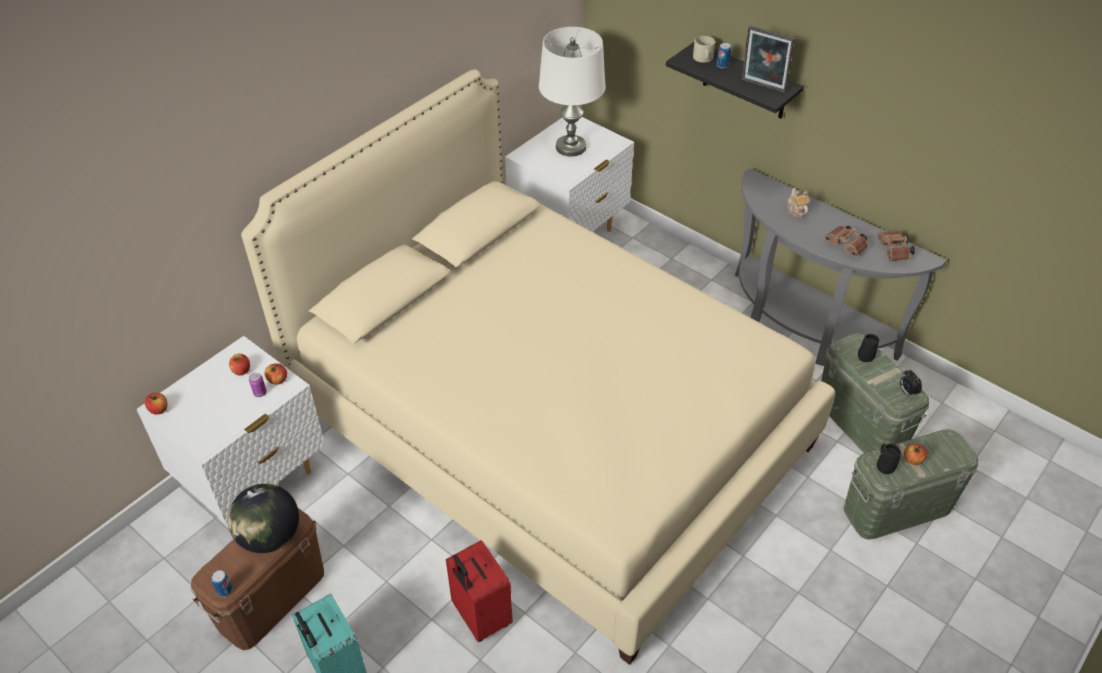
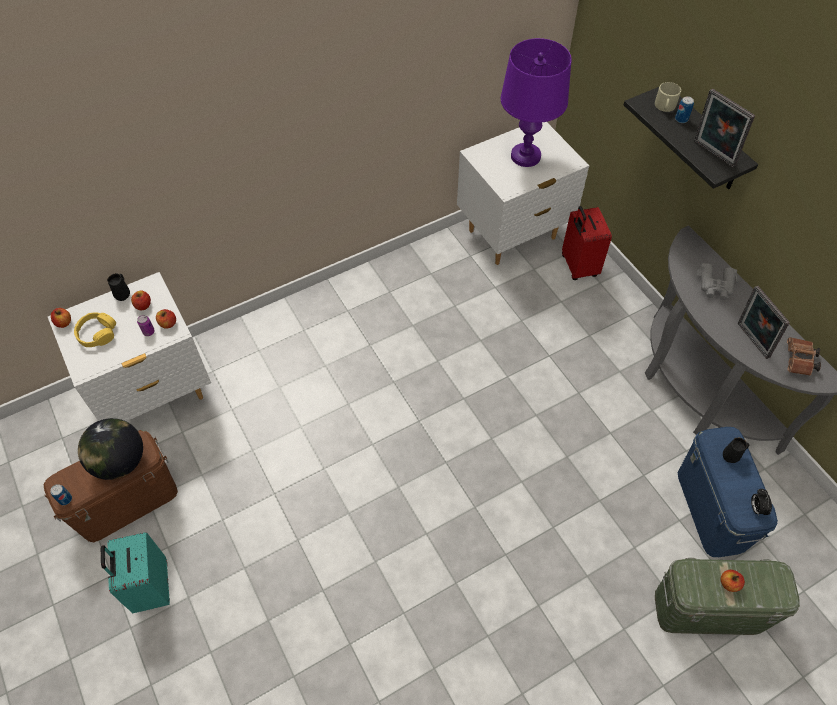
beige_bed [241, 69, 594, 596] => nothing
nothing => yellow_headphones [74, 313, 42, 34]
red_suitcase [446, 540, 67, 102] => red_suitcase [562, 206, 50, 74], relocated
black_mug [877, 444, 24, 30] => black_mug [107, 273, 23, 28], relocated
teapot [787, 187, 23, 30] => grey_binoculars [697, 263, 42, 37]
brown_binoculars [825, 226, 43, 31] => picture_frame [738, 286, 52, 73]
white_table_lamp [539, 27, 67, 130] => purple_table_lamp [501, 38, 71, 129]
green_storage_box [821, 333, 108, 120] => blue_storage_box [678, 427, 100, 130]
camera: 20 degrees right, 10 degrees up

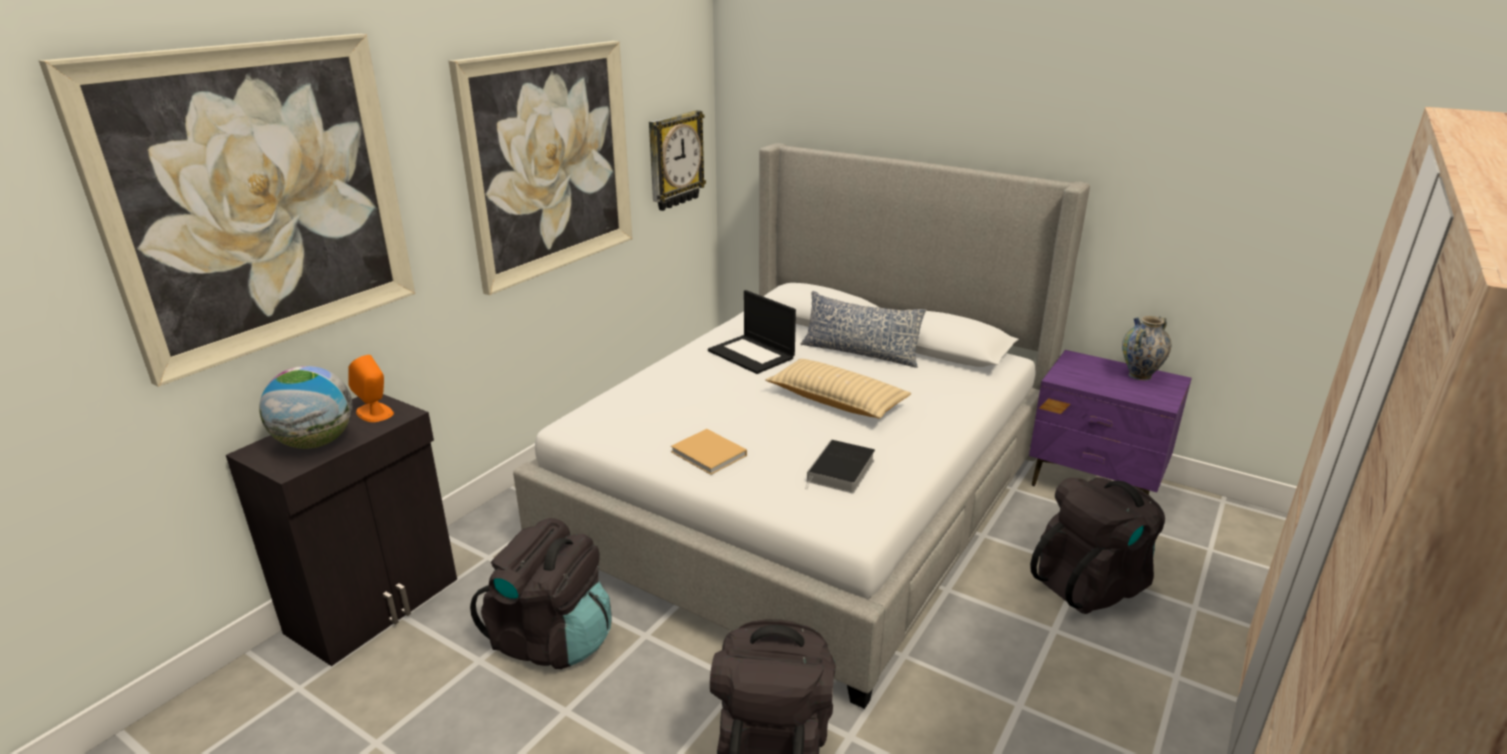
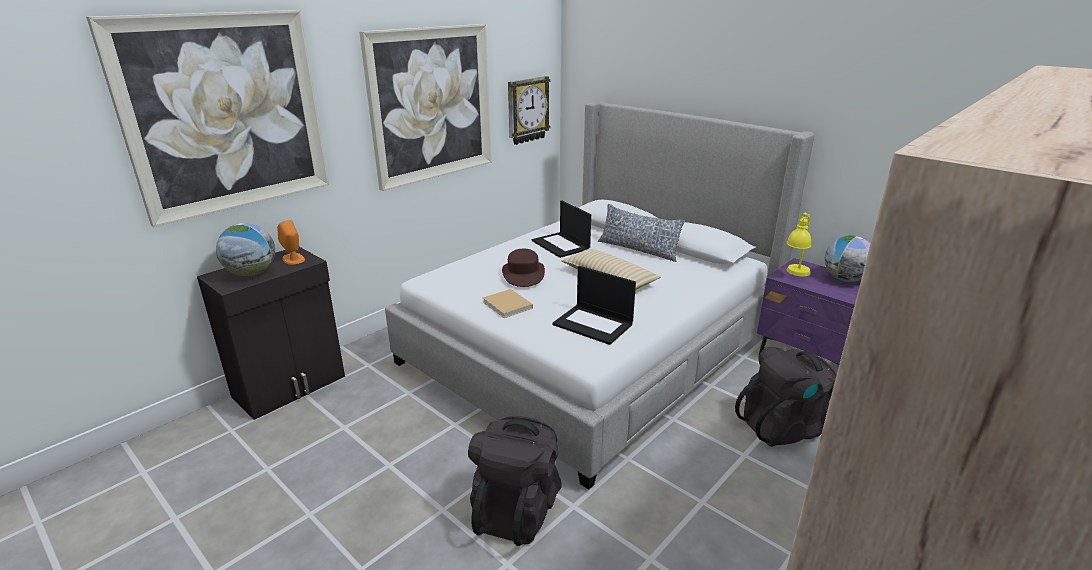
black_backpack [470, 518, 142, 151] => nothing
nothing => brown_hat [502, 249, 43, 38]
nothing => yellow_table_lamp [786, 213, 25, 63]
book [805, 440, 70, 53] => laptop [552, 266, 84, 79]
vase [1122, 316, 49, 64] => globe [825, 235, 46, 47]
camera: 10 degrees right, 0 degrees up

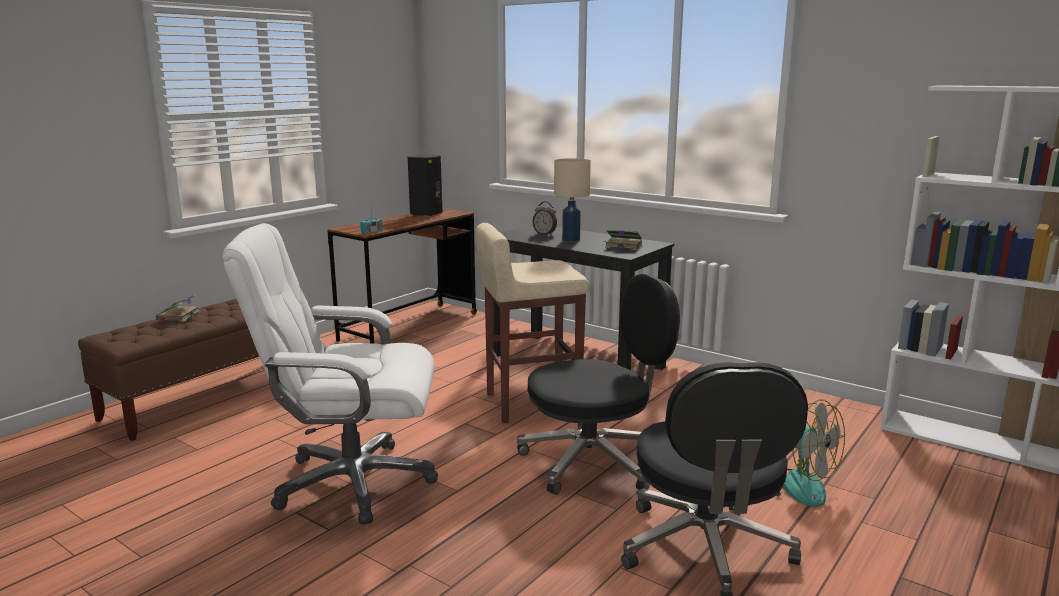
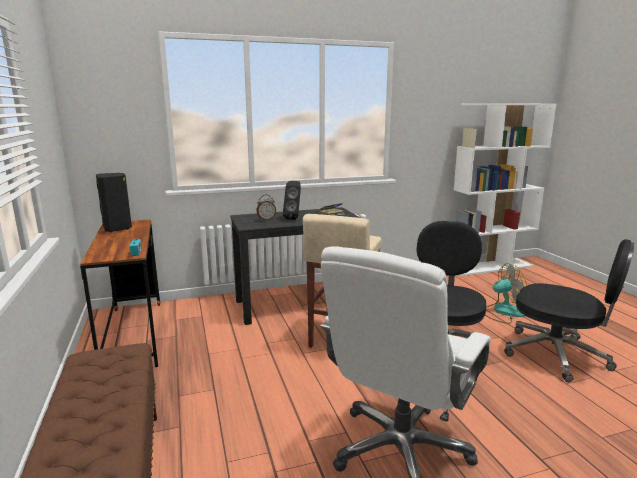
book [156, 294, 45, 28] => nothing
beige_table_lamp [554, 158, 37, 84] => black_speaker [283, 181, 18, 39]
camera: 55 degrees left, 0 degrees up

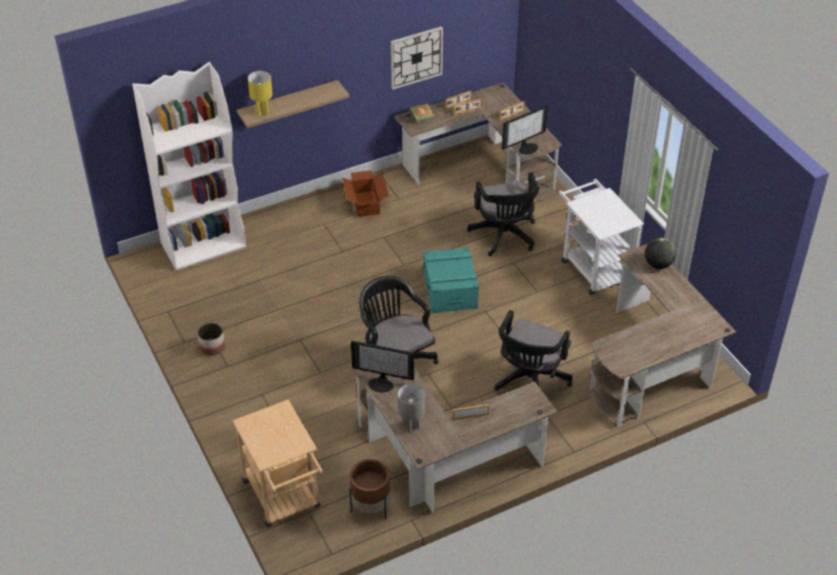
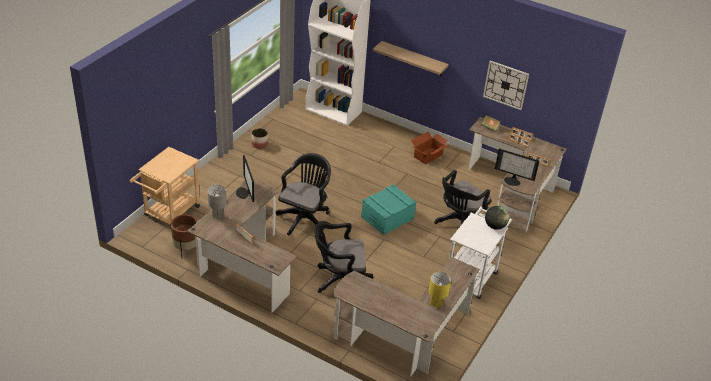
yellow_table_lamp [248, 71, 25, 45] => yellow_table_lamp [429, 272, 22, 38], relocated
globe [645, 238, 31, 31] => globe [485, 206, 24, 24], relocated
camera: 55 degrees right, 5 degrees down

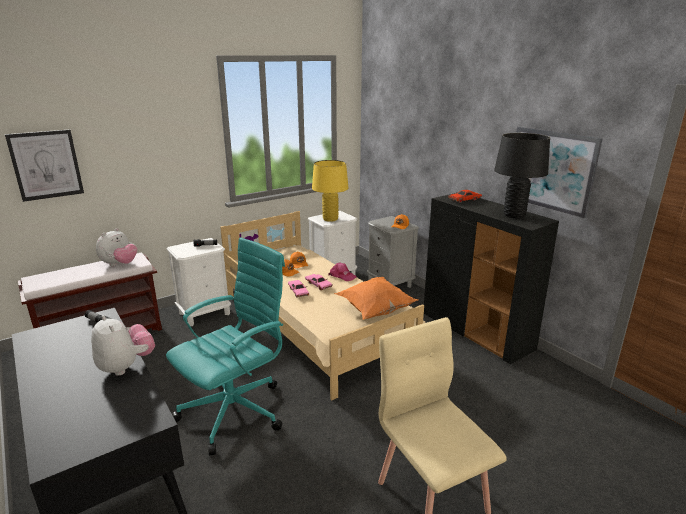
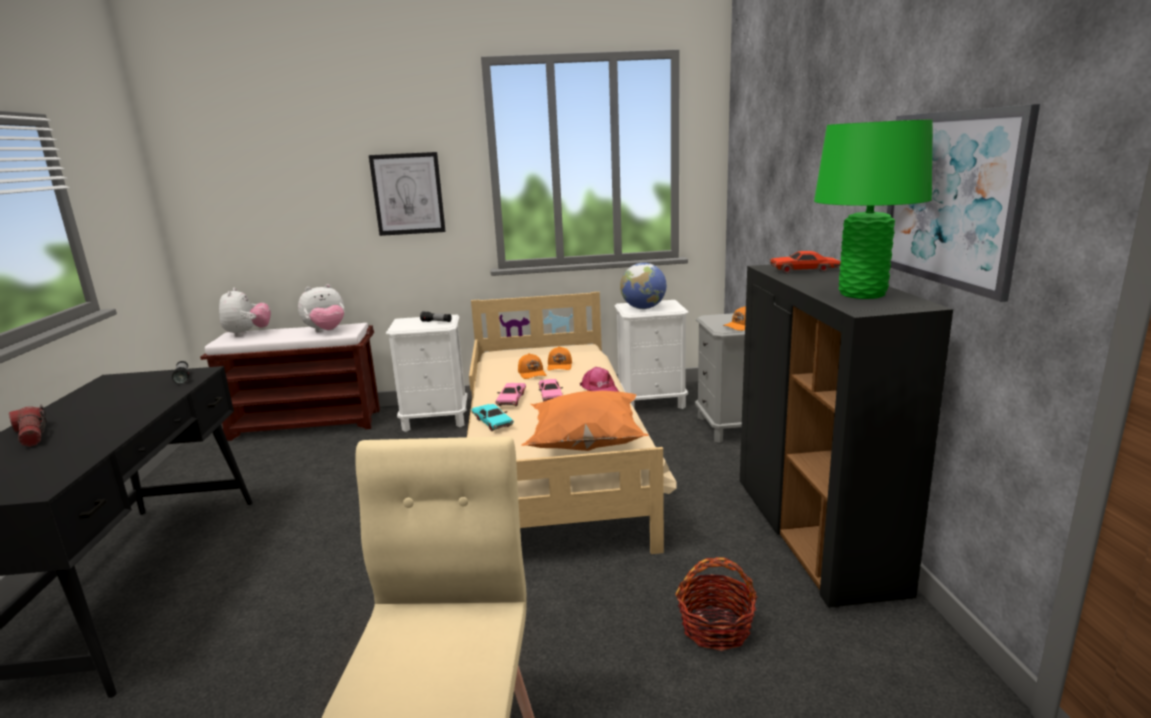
turquoise_office_chair [166, 237, 119, 218] => nothing
nothing => flashlight [9, 405, 38, 42]
nothing => turquoise_toy_car [472, 404, 42, 27]
nothing => basket [675, 557, 82, 94]
picture [5, 129, 79, 73] => picture [369, 152, 77, 84], relocated
plush_toy [91, 315, 64, 61] => plush_toy [219, 288, 52, 49], relocated
yellow_table_lamp [312, 160, 36, 62] => globe [620, 263, 47, 46]
black_table_lamp [494, 133, 56, 85] => green_table_lamp [814, 119, 119, 180]
camera: 30 degrees right, 5 degrees down

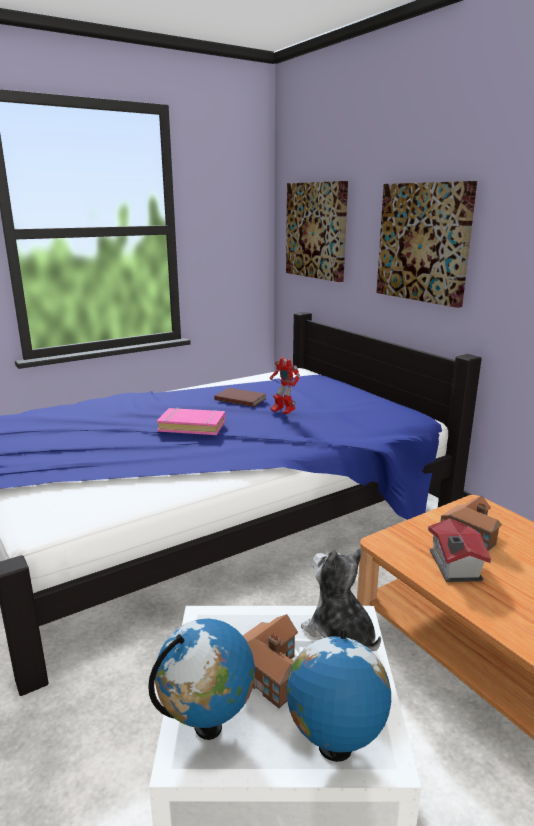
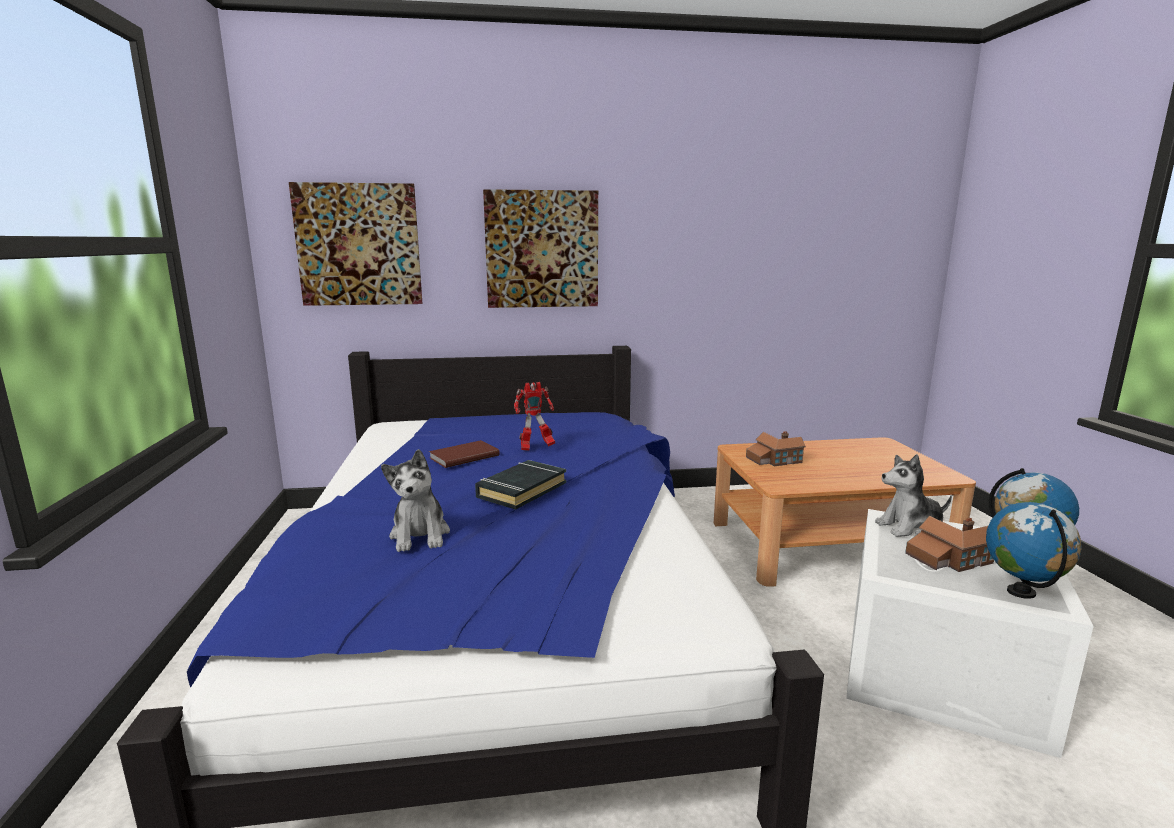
toy_house [428, 518, 63, 64] => nothing
nothing => plush_toy [381, 449, 69, 103]
pink_book [157, 408, 68, 27] => black_book [475, 460, 91, 50]
camera: 65 degrees left, 5 degrees down

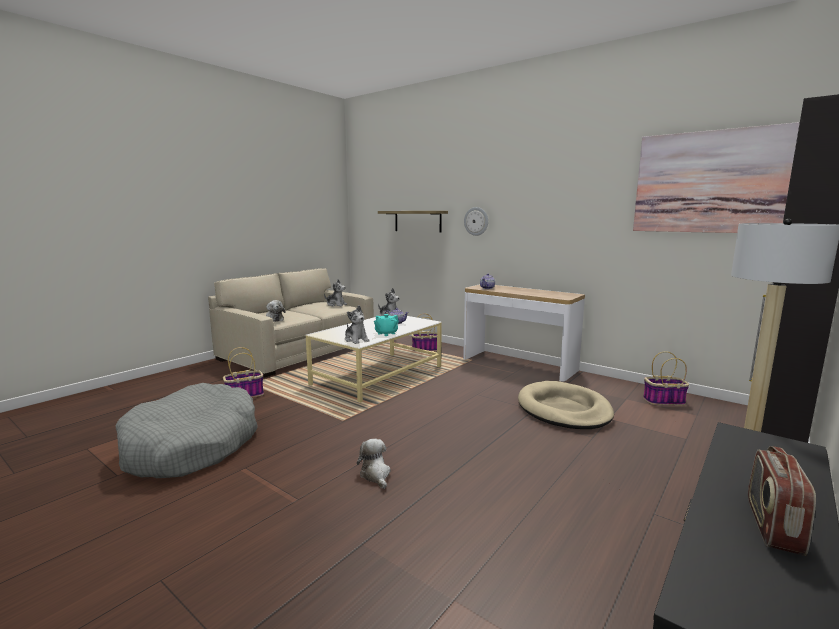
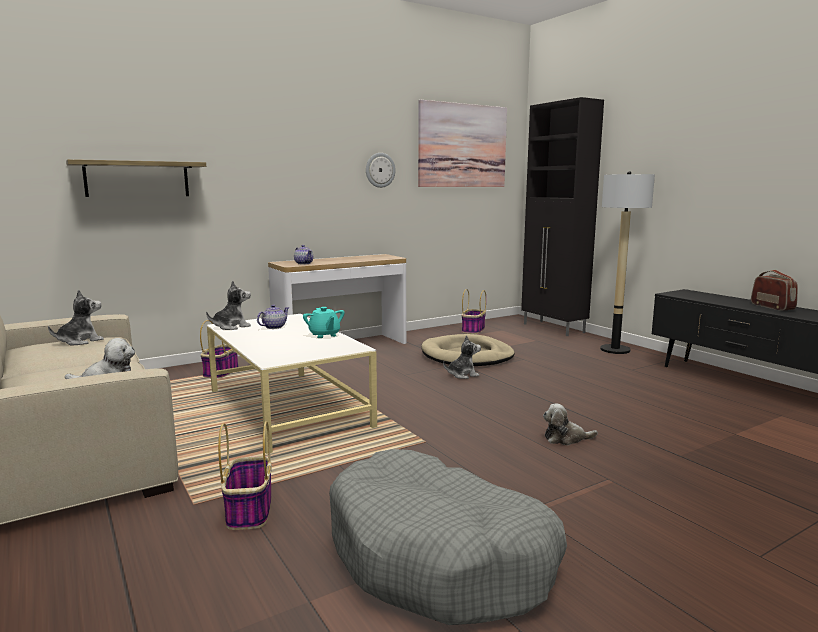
plush_toy [345, 305, 25, 39] => plush_toy [443, 335, 38, 44], relocated
wall_clock [464, 207, 24, 29] => wall_clock [366, 153, 30, 35], relocated
radio [748, 446, 68, 110] => radio [751, 270, 47, 41], 150 degrees counterclockwise
camera: 70 degrees left, 0 degrees up

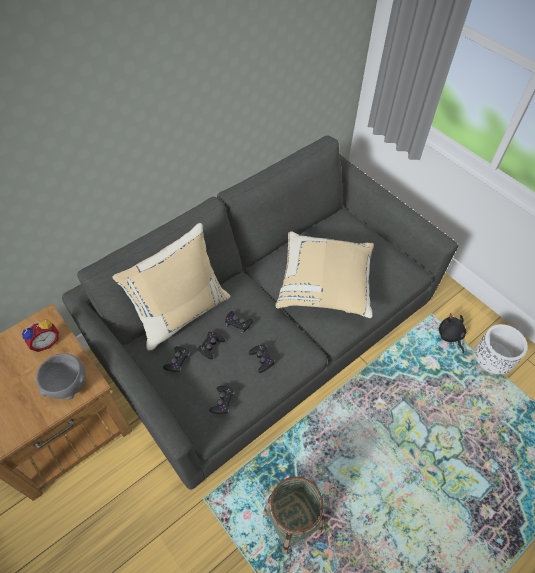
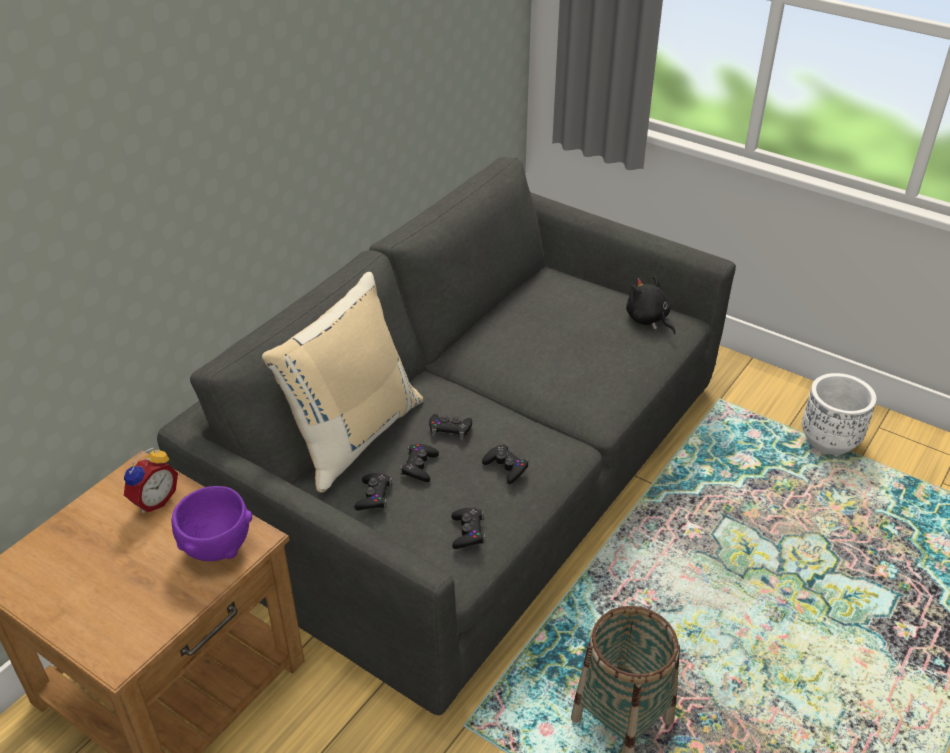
beige_pillow [276, 231, 98, 87] => nothing
black_plush_toy [439, 313, 27, 40] => black_plush_toy [626, 276, 50, 58], relocated
grey_bowl [36, 353, 50, 47] => purple_bowl [171, 486, 81, 75]
camera: 15 degrees left, 15 degrees down

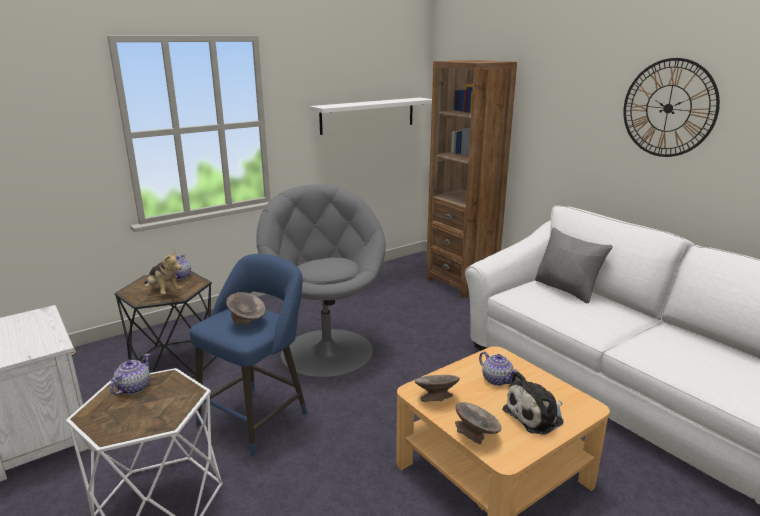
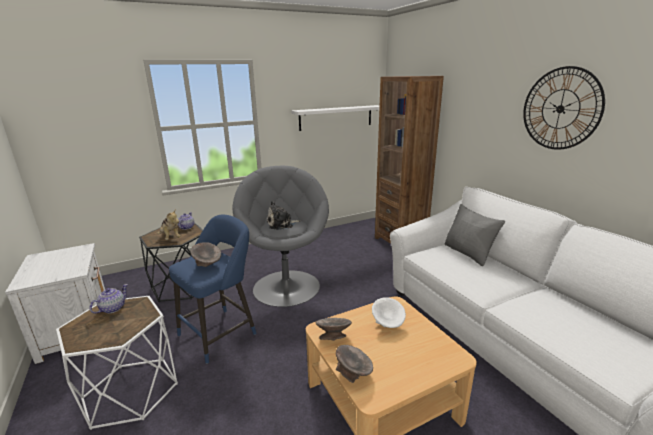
plush_toy [502, 371, 62, 64] => plush_toy [267, 201, 34, 29], relocated
teapot [479, 352, 39, 34] => white_bowl [372, 297, 34, 31]
camera: 10 degrees right, 0 degrees up

